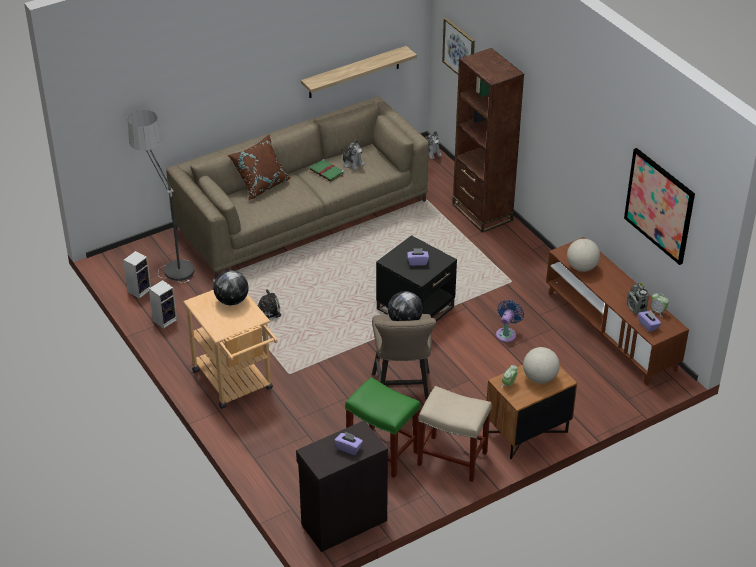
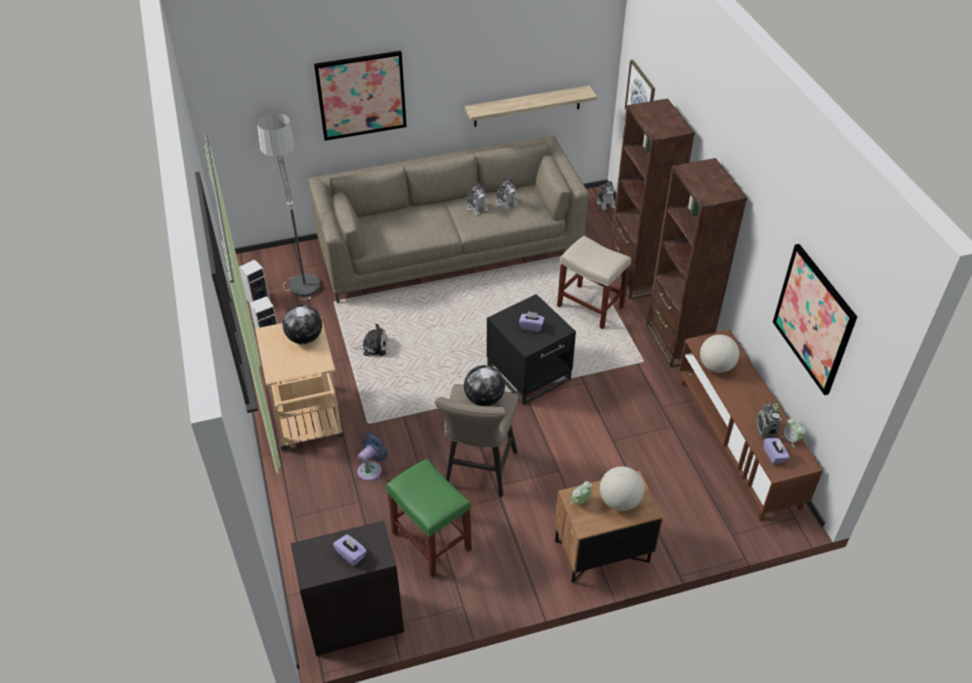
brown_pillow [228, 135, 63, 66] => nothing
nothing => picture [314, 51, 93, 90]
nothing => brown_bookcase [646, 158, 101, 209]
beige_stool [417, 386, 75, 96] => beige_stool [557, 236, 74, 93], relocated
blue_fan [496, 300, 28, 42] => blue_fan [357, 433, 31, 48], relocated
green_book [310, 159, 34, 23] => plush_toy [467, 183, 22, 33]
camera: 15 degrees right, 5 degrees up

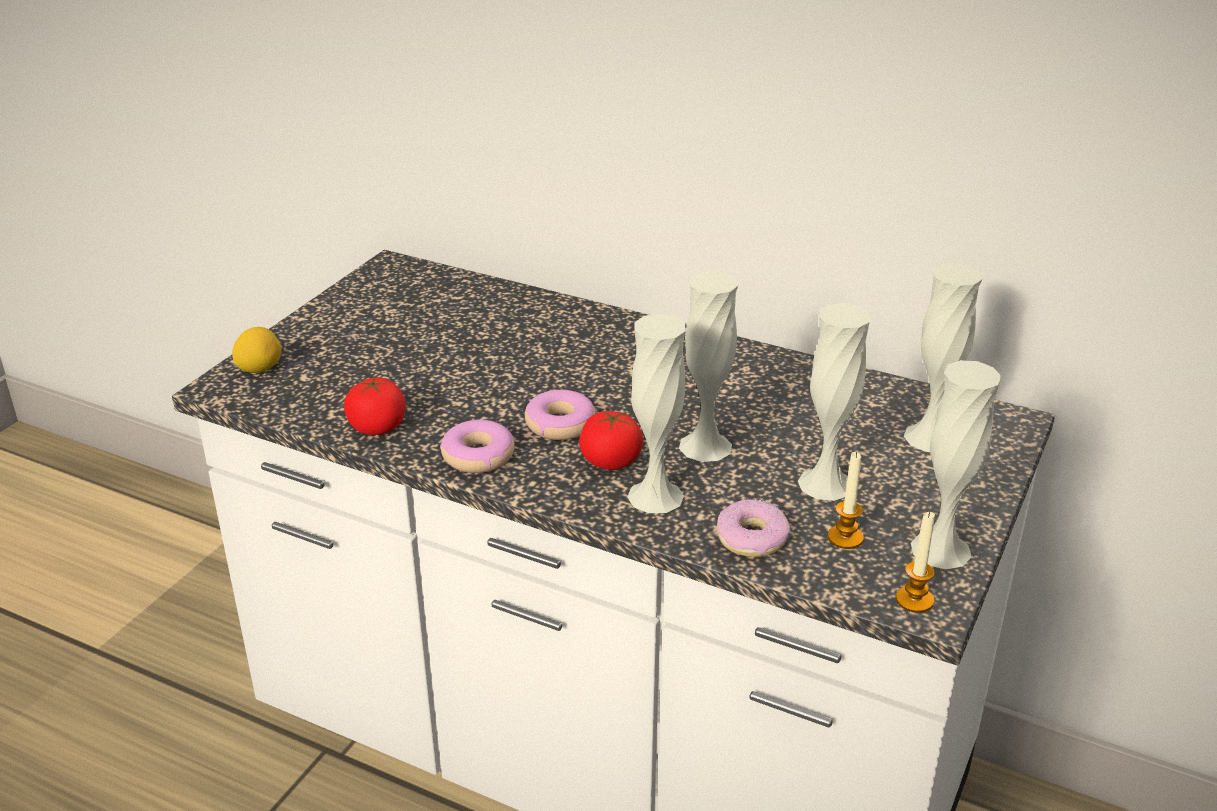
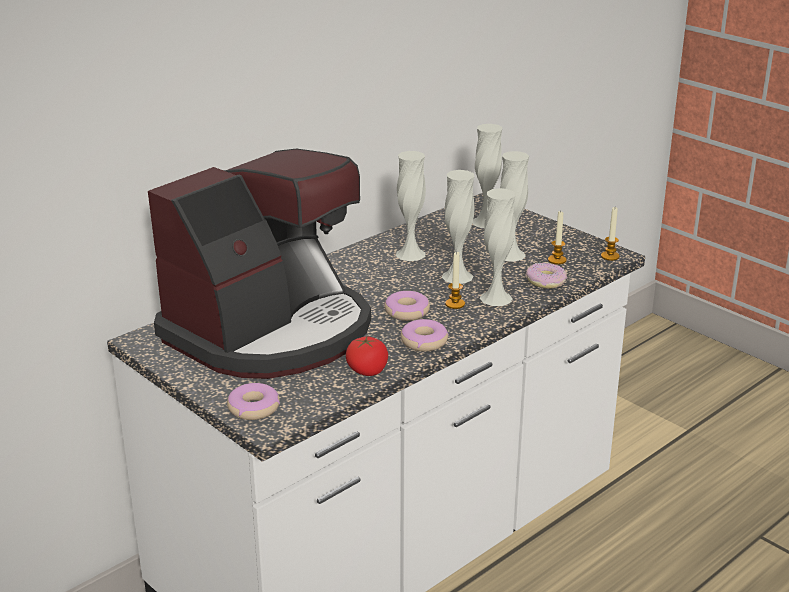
nothing => coffee_machine [148, 149, 223, 230]
white_vase [911, 360, 90, 209] => white_vase [396, 151, 30, 110], relocated
lemon [232, 327, 49, 46] => donut [227, 383, 53, 37]
tomato [579, 411, 64, 59] => candle [445, 251, 20, 58]
camera: 70 degrees left, 5 degrees down

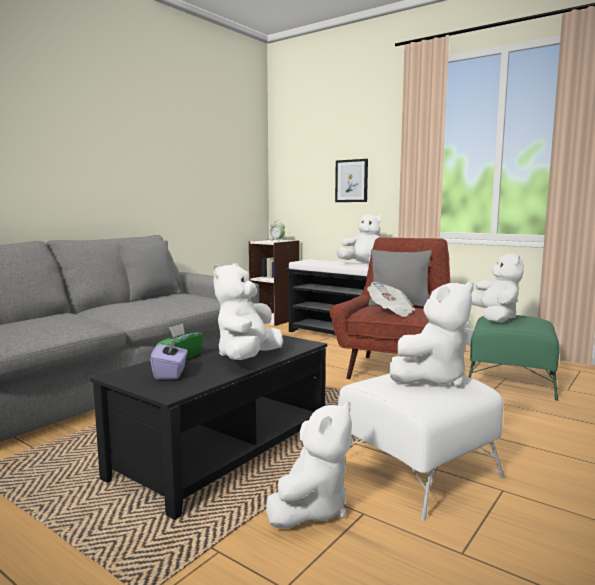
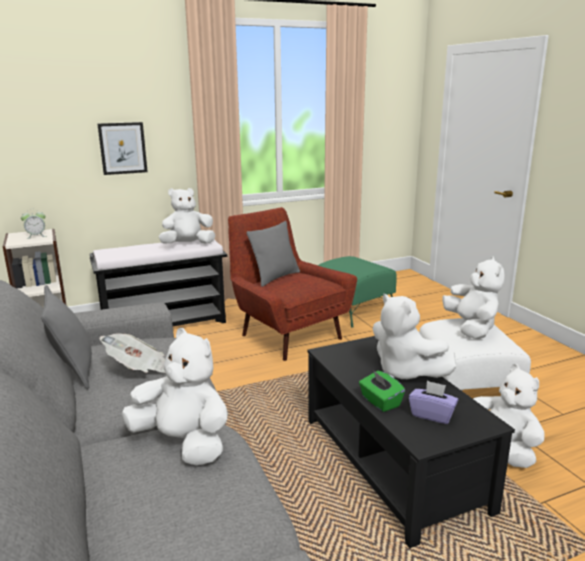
newspaper [367, 282, 49, 35] => newspaper [100, 334, 66, 39], relocated
white_plush_toy [471, 252, 53, 70] => white_plush_toy [121, 328, 107, 137], relocated
camera: 60 degrees left, 10 degrees up

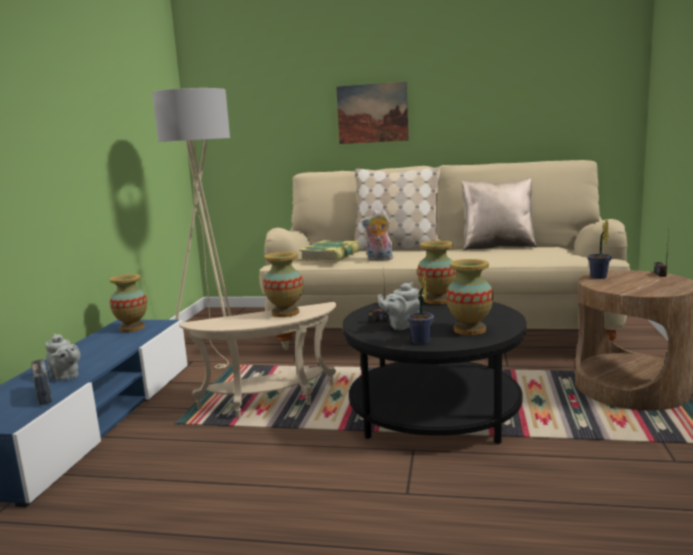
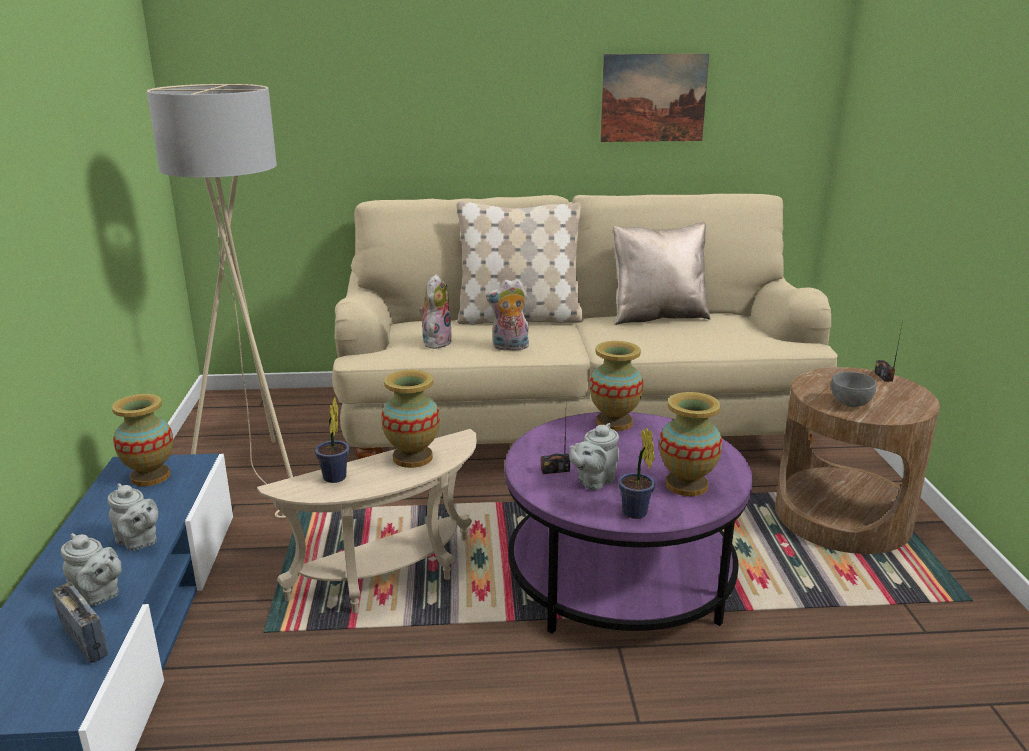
nothing => grey_teapot [108, 483, 50, 68]
nothing => grey_bowl [831, 372, 45, 35]
picture [336, 82, 73, 62] => picture [600, 54, 109, 88], relocated
potted_plant [588, 219, 23, 60] => potted_plant [315, 397, 34, 86], relocated
book [299, 240, 61, 23] => plush_toy [419, 274, 33, 75]
black_coffee_table [342, 296, 184, 148] => purple_coffee_table [505, 412, 248, 222]
camera: 15 degrees left, 10 degrees up

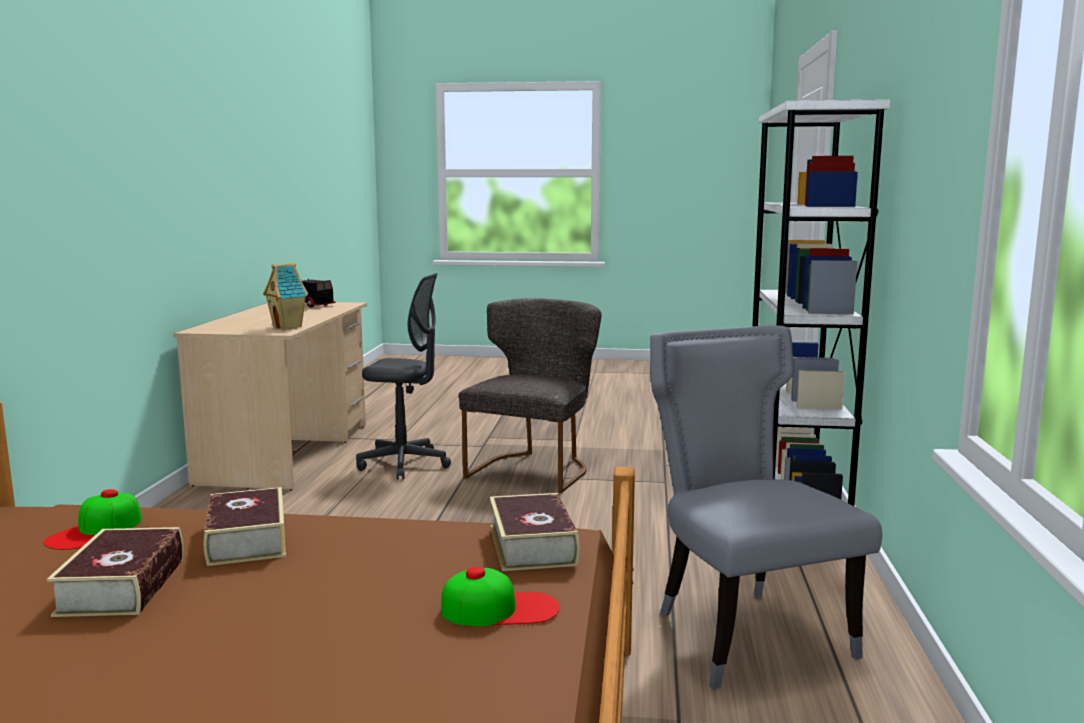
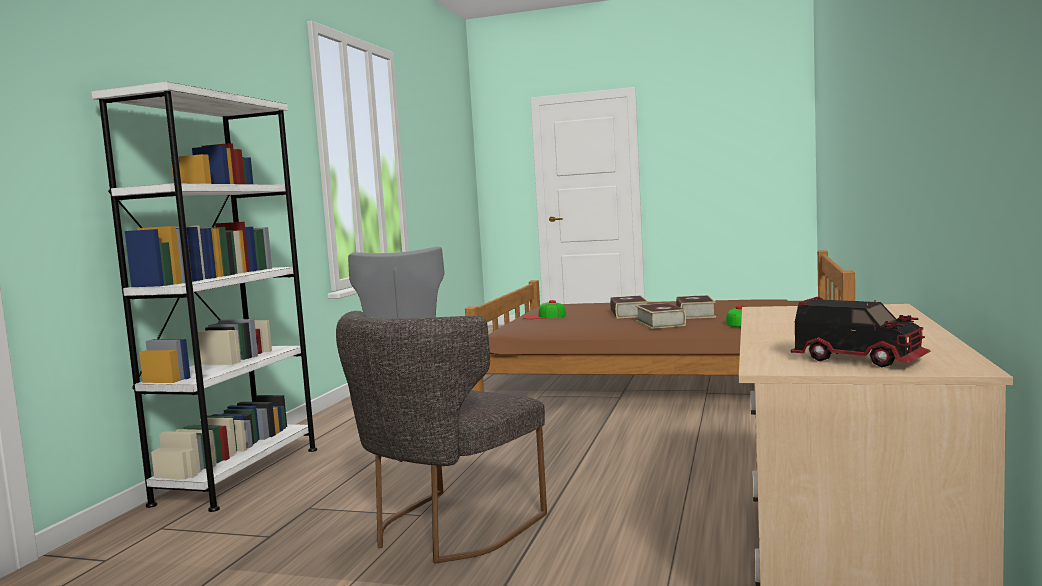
toy_house [263, 263, 45, 66] => nothing
grey_office_chair [356, 273, 95, 206] => nothing
book [490, 493, 90, 78] => book [610, 295, 39, 23], relocated
camera: 170 degrees left, 5 degrees down

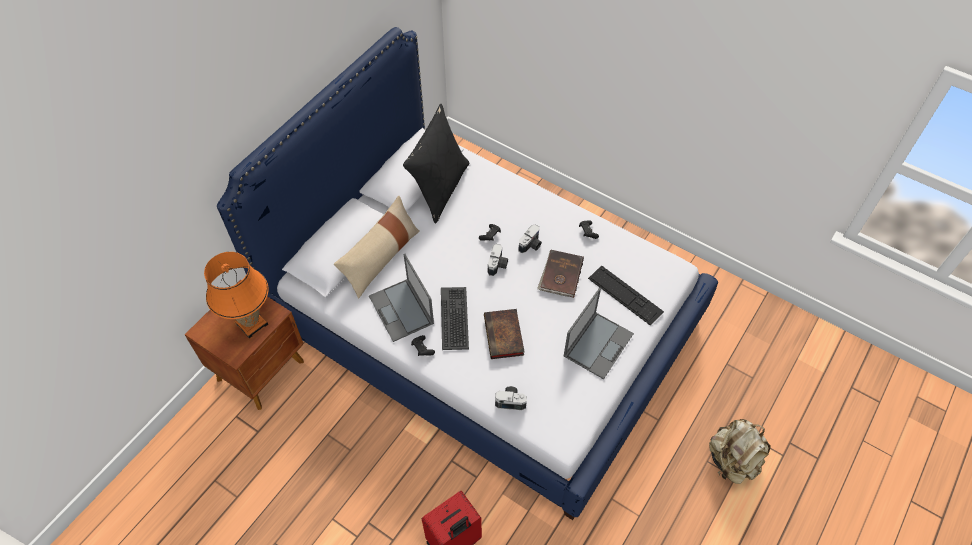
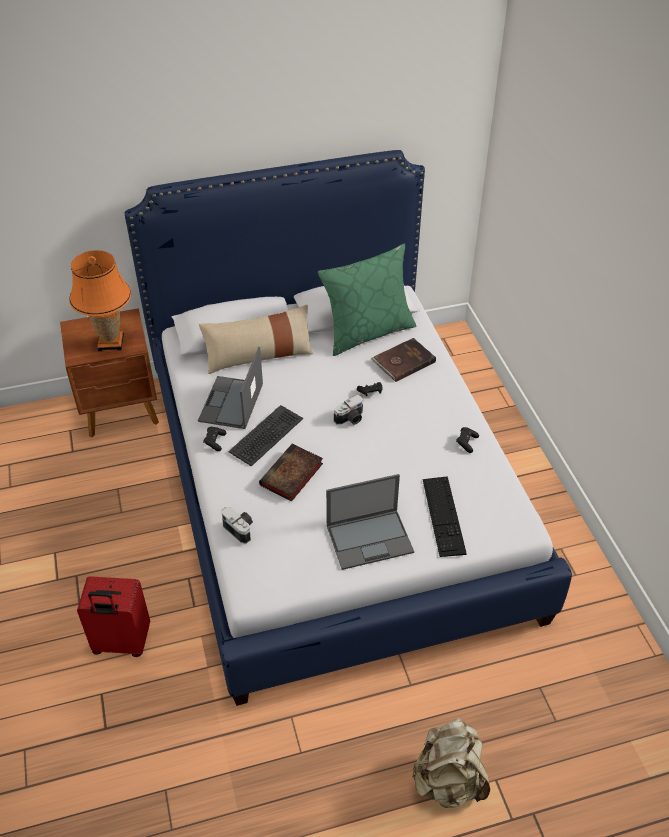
photo_camera [518, 224, 24, 29] => nothing
brown_book [537, 250, 47, 48] => brown_book [371, 338, 65, 44], relocated
black_pillow [403, 104, 67, 119] => green_pillow [318, 243, 98, 113]
camera: 40 degrees right, 10 degrees down

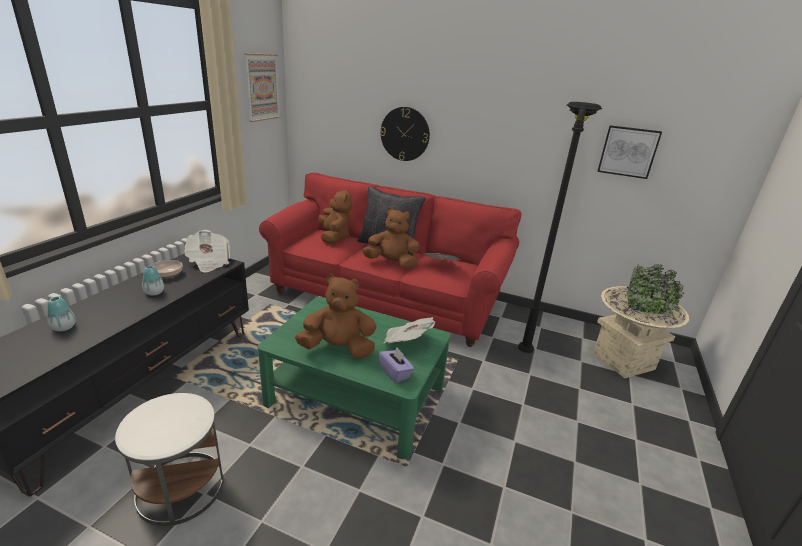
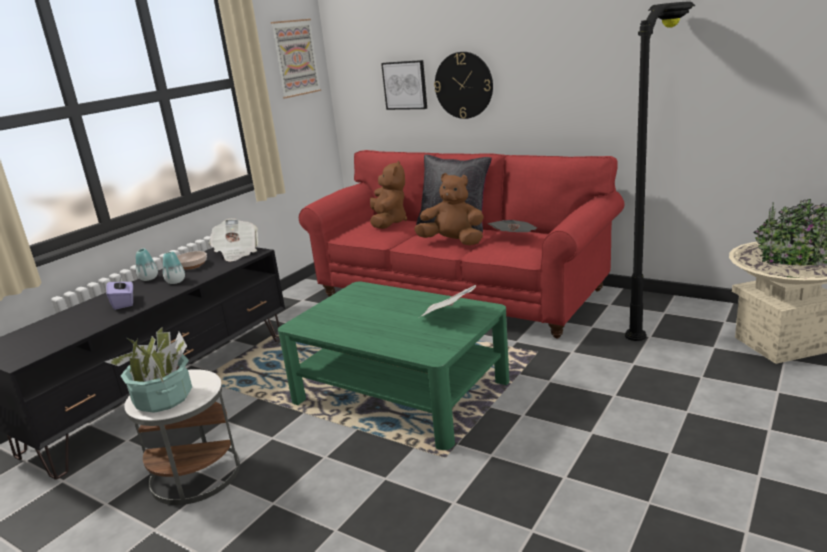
brown_plush_toy [295, 274, 82, 85] => nothing
nothing => potted_plant [105, 327, 87, 86]
vase [47, 296, 29, 35] => vase [136, 249, 22, 32], relocated
purple_tissue_box [379, 347, 35, 36] => purple_tissue_box [106, 274, 27, 36], relocated
picture [597, 125, 65, 54] => picture [381, 60, 46, 50], relocated
camera: 15 degrees right, 5 degrees down

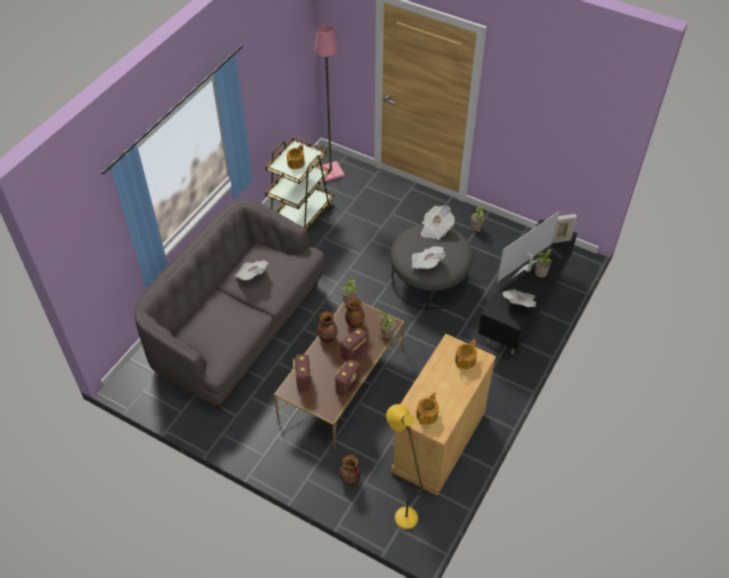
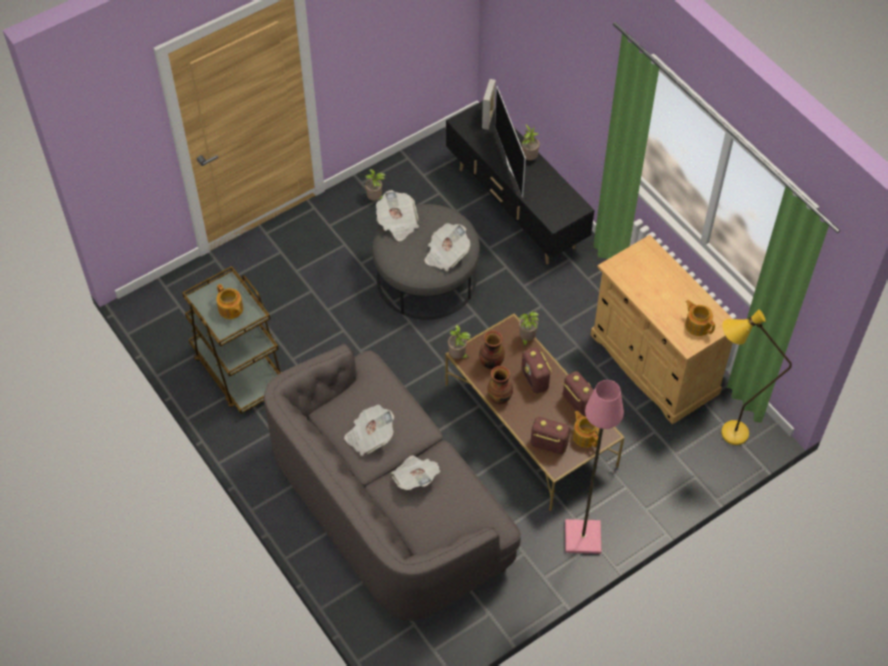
vase [340, 455, 20, 31] => nothing
pink_floor_lamp [314, 24, 31, 158] => pink_floor_lamp [565, 380, 59, 174], relocated
teapot [455, 339, 22, 30] => teapot [573, 411, 26, 37], relocated
newspaper [503, 289, 33, 18] => newspaper [391, 455, 49, 35], relocated
camera: 65 degrees left, 5 degrees up

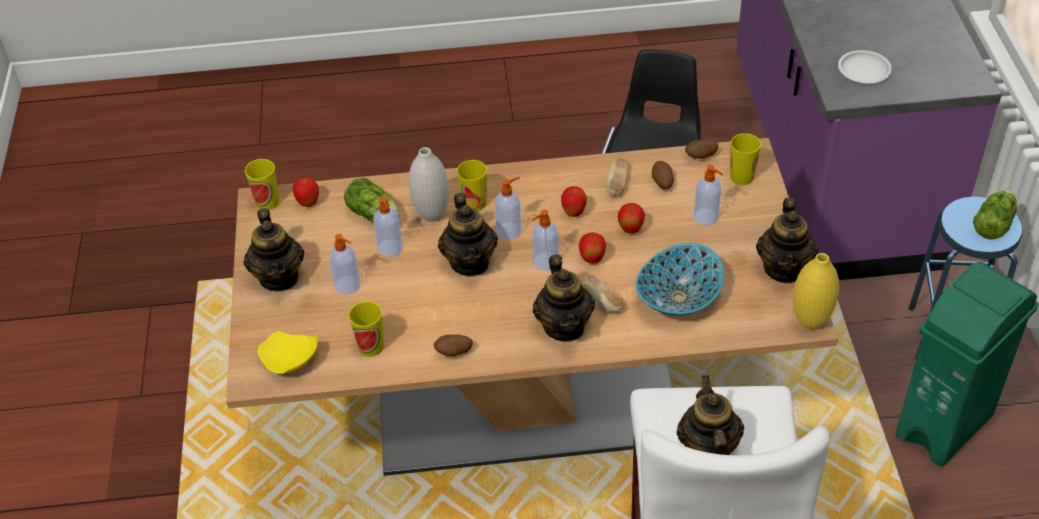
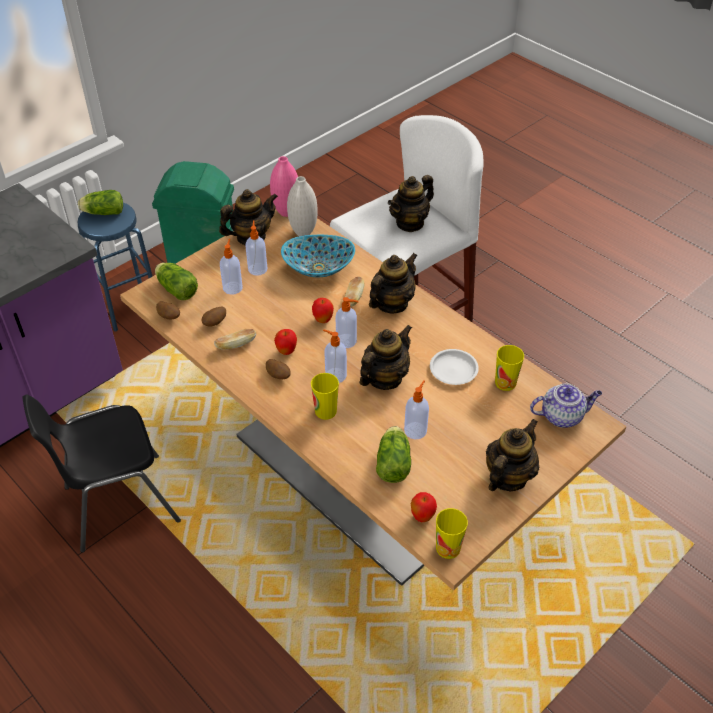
apple [618, 203, 27, 31] => nothing
soap_dispenser [329, 234, 31, 61] => soap_dispenser [245, 220, 22, 56], relocated
white_vase [408, 147, 41, 75] => white_vase [287, 176, 31, 60], relocated
potato [434, 335, 39, 21] => potato [266, 359, 25, 20], relocated
white_plate [838, 50, 54, 33] => white_plate [430, 349, 49, 36], relocated
yellow_plate [257, 331, 61, 43] => teapot [530, 384, 72, 44]
cup [730, 133, 31, 52] => lettuce [155, 263, 43, 37]
yellow_vase [793, 253, 46, 77] => pink_vase [270, 156, 28, 61]
camera: 130 degrees left, 0 degrees up

